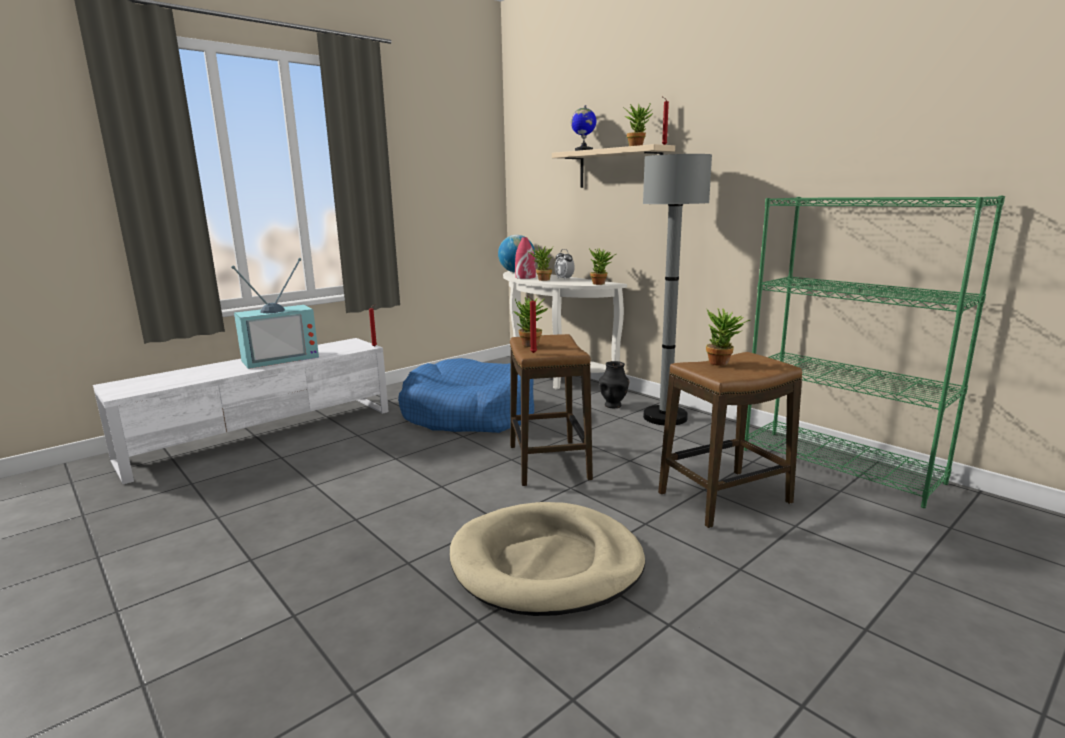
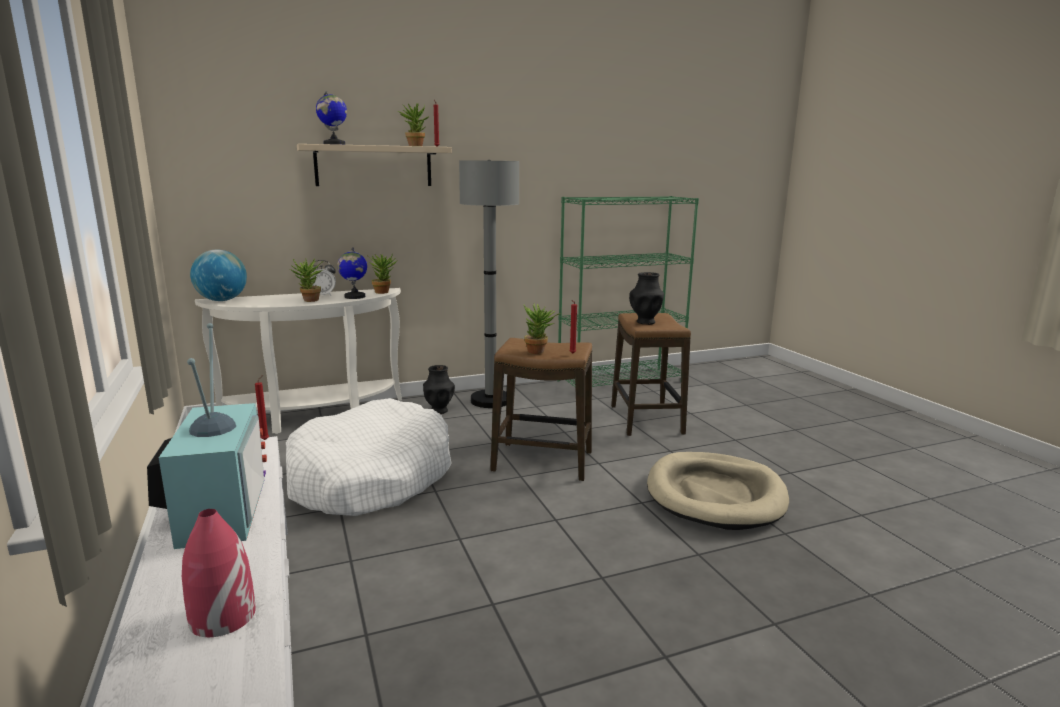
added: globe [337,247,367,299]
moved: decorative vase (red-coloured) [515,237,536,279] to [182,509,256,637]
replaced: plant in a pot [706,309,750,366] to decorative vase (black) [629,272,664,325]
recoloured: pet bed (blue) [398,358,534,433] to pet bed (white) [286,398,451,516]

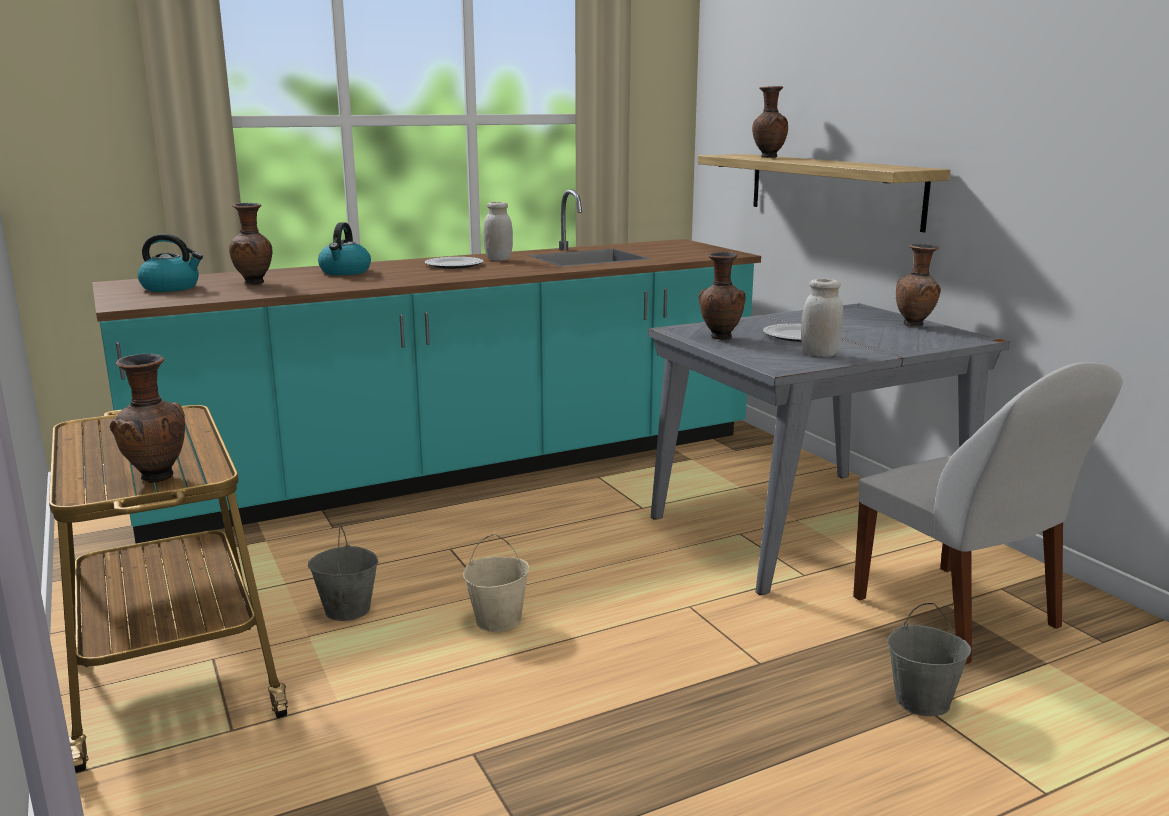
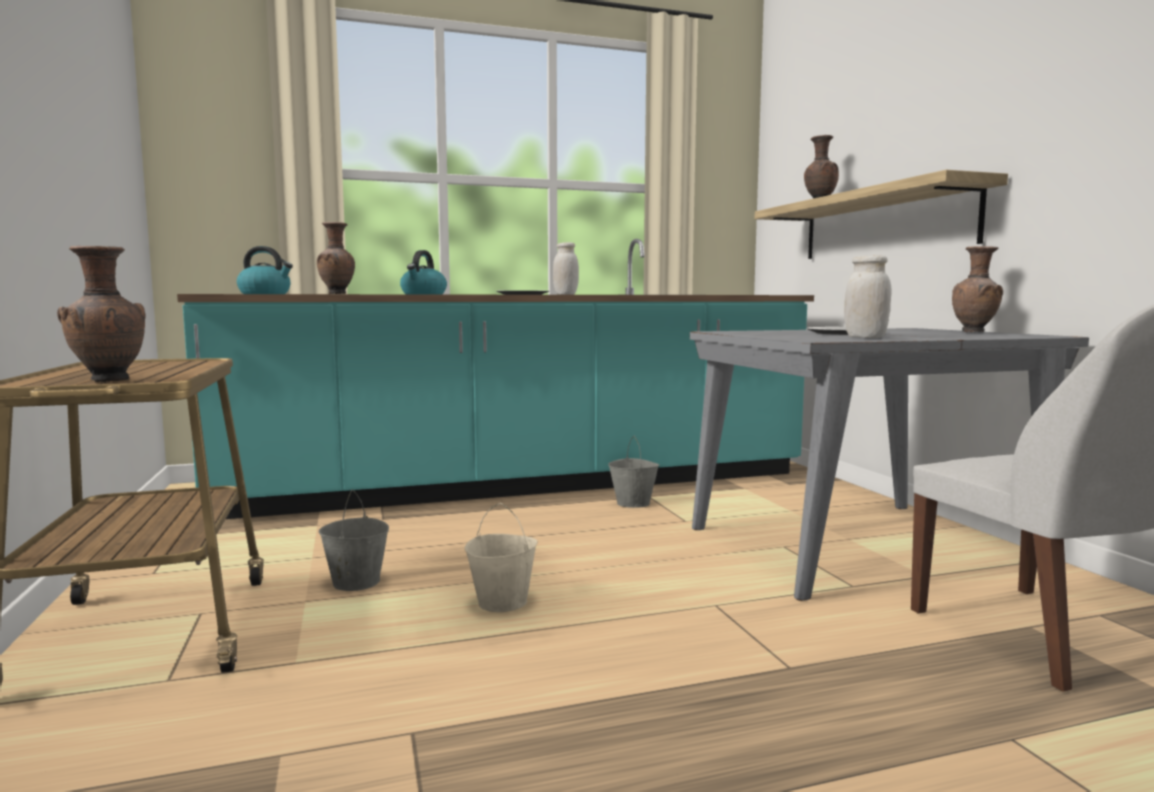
removed: decorative vase (brownish) [698,252,746,340]
moved: water bucket (grey) [888,603,971,716] to [608,436,660,508]

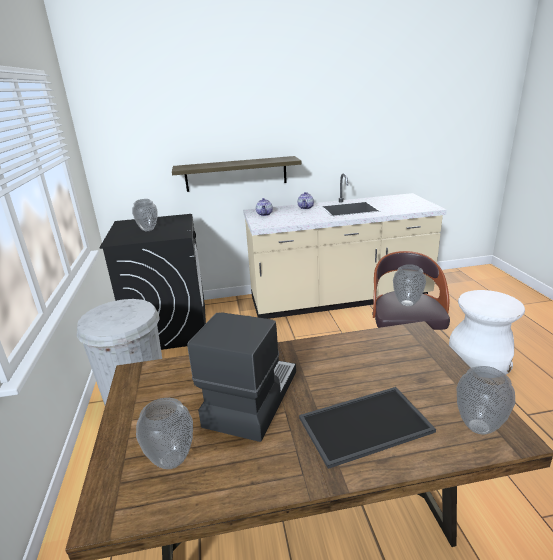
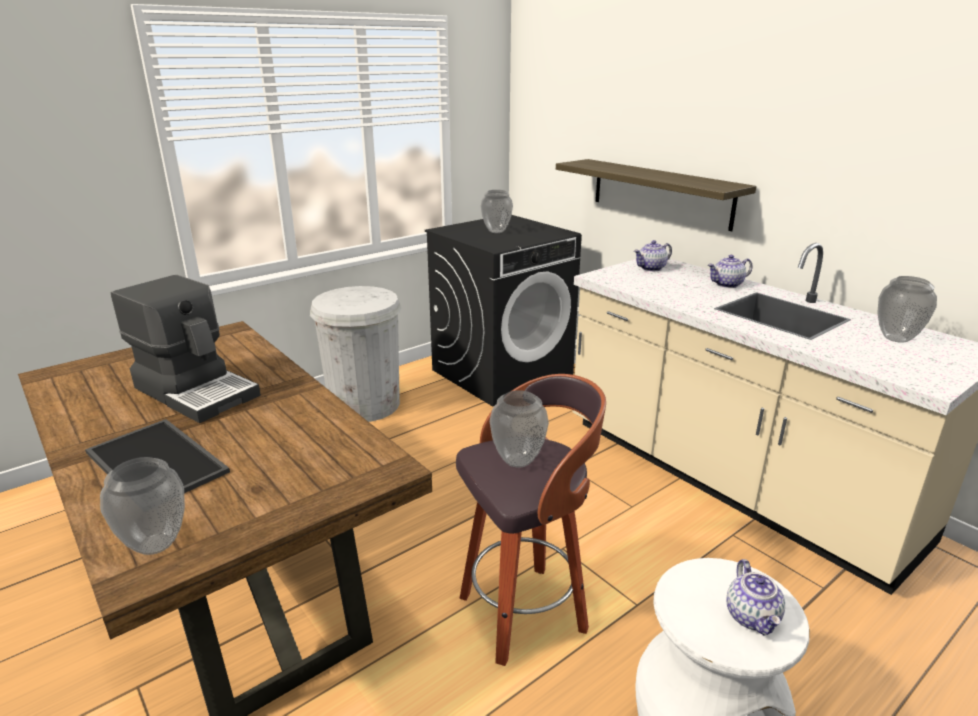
added: pot for tea [727,559,785,636]
moved: decorative vase [136,398,193,469] to [877,276,937,343]
turned: coffee machine [187,313,296,442] = [111,275,261,423] 45 degrees clockwise

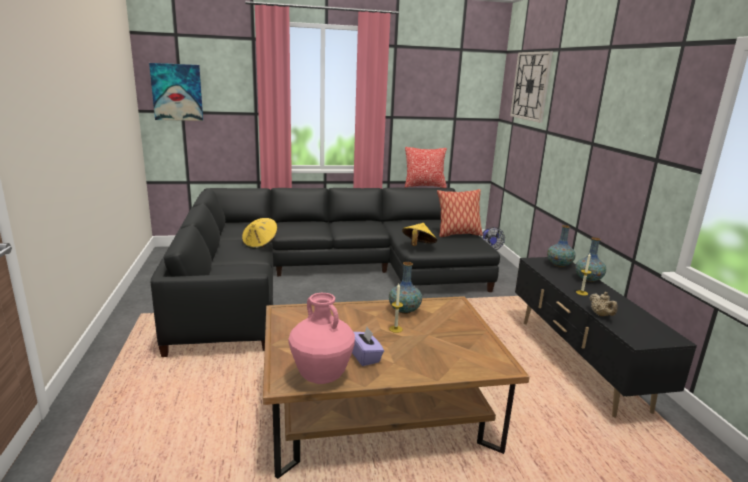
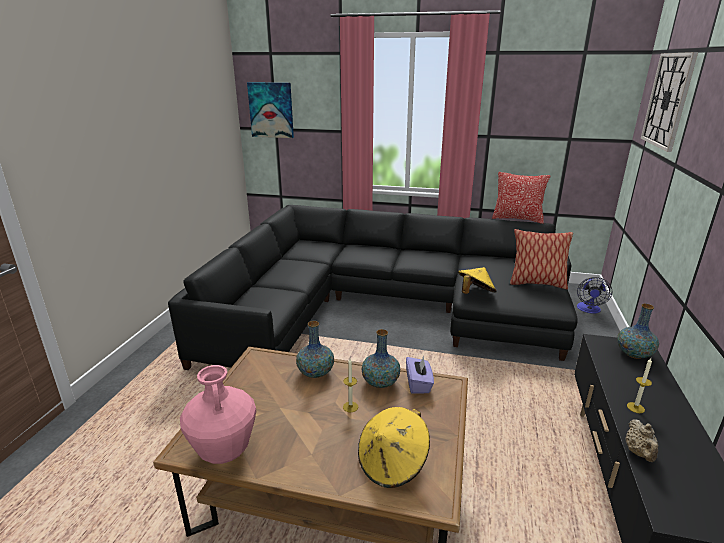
moved: hat (yellowish) [242,218,278,249] to [358,407,430,488]; tissue box (purple-coloured) [352,327,384,366] to [406,356,434,394]; decorative vase [575,237,606,282] to [296,321,334,378]

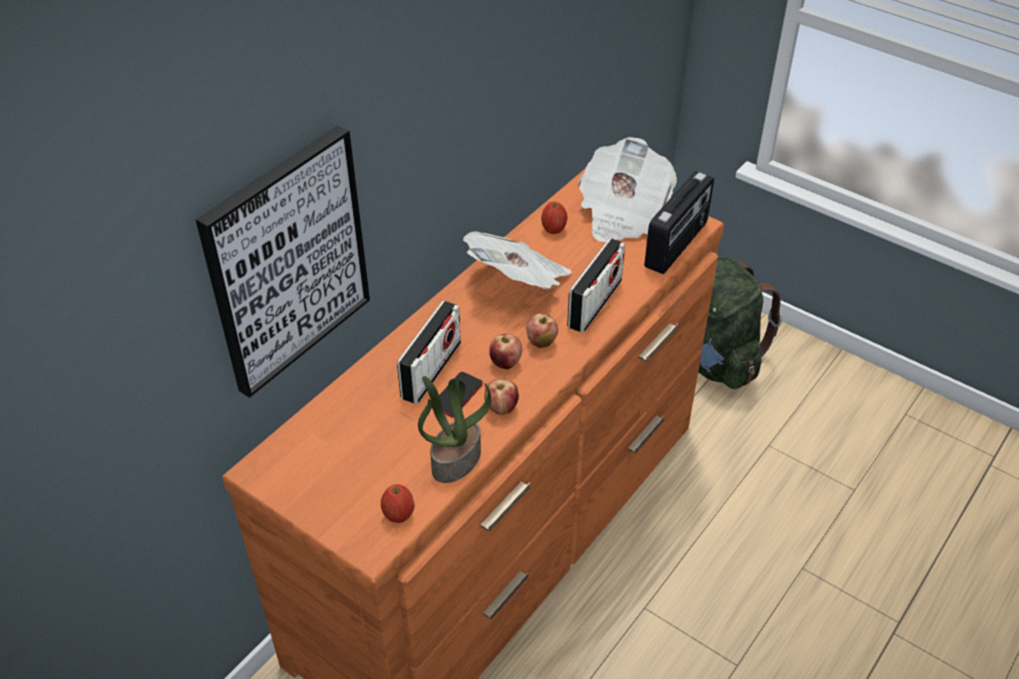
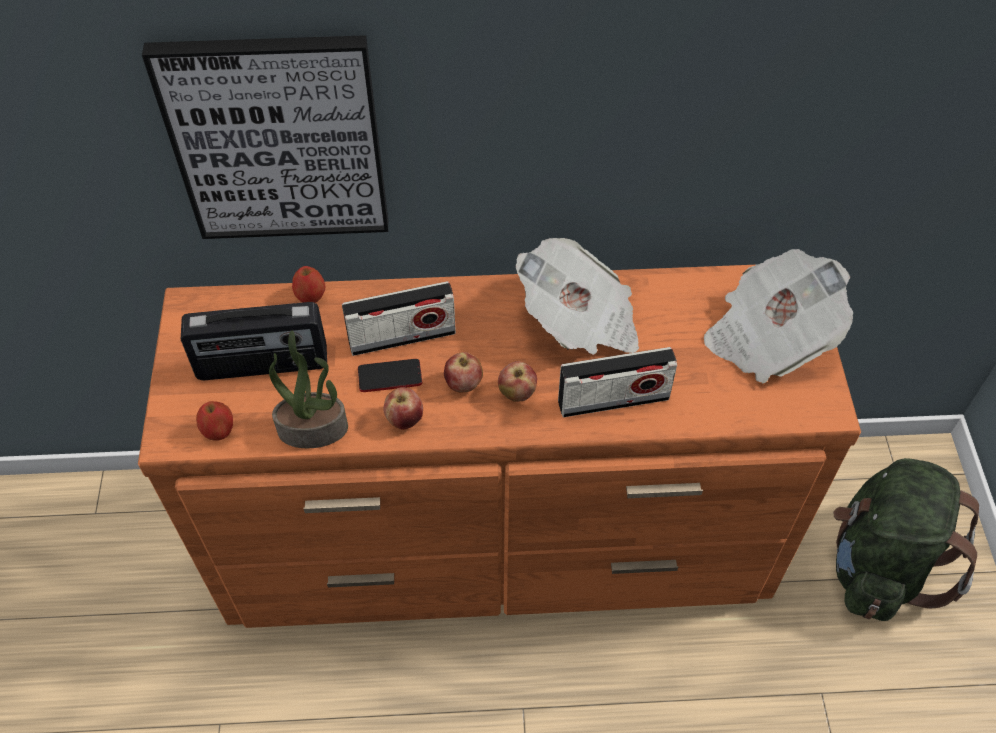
moved: whole apple [541,202,567,234] to [292,266,325,303]; radio [644,171,714,274] to [181,302,327,380]

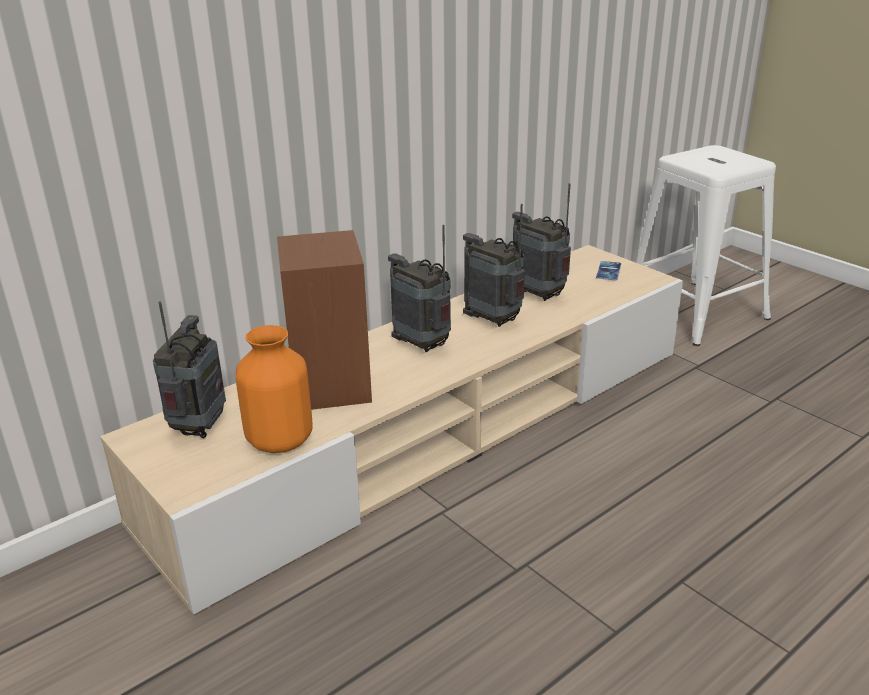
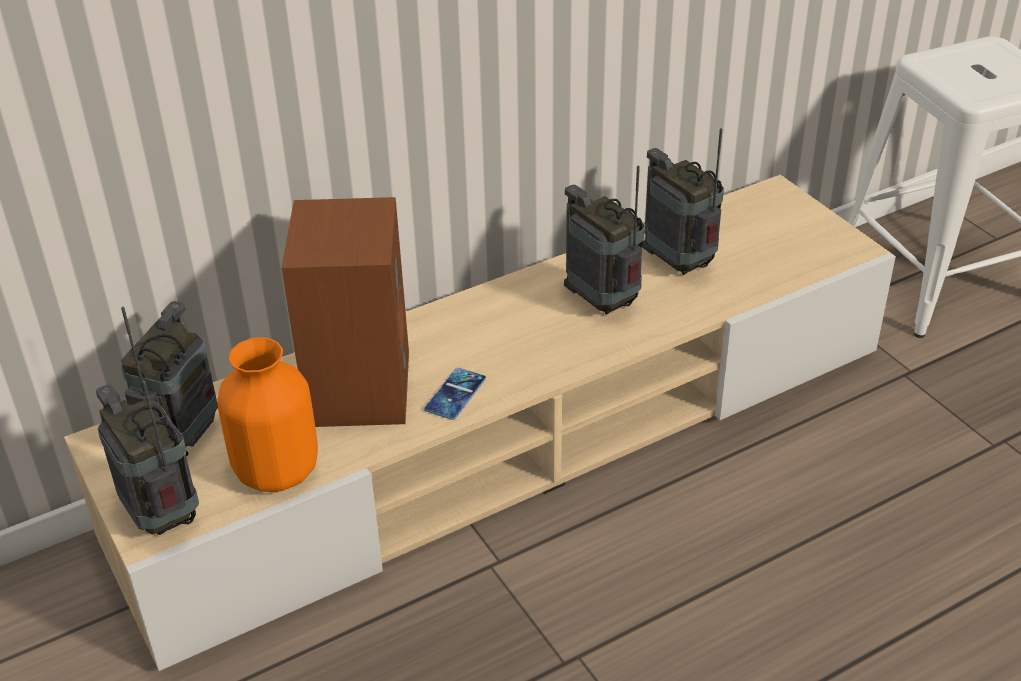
moved: radio [388,225,451,352] to [96,380,199,535]; phone [596,261,621,280] to [424,368,486,420]

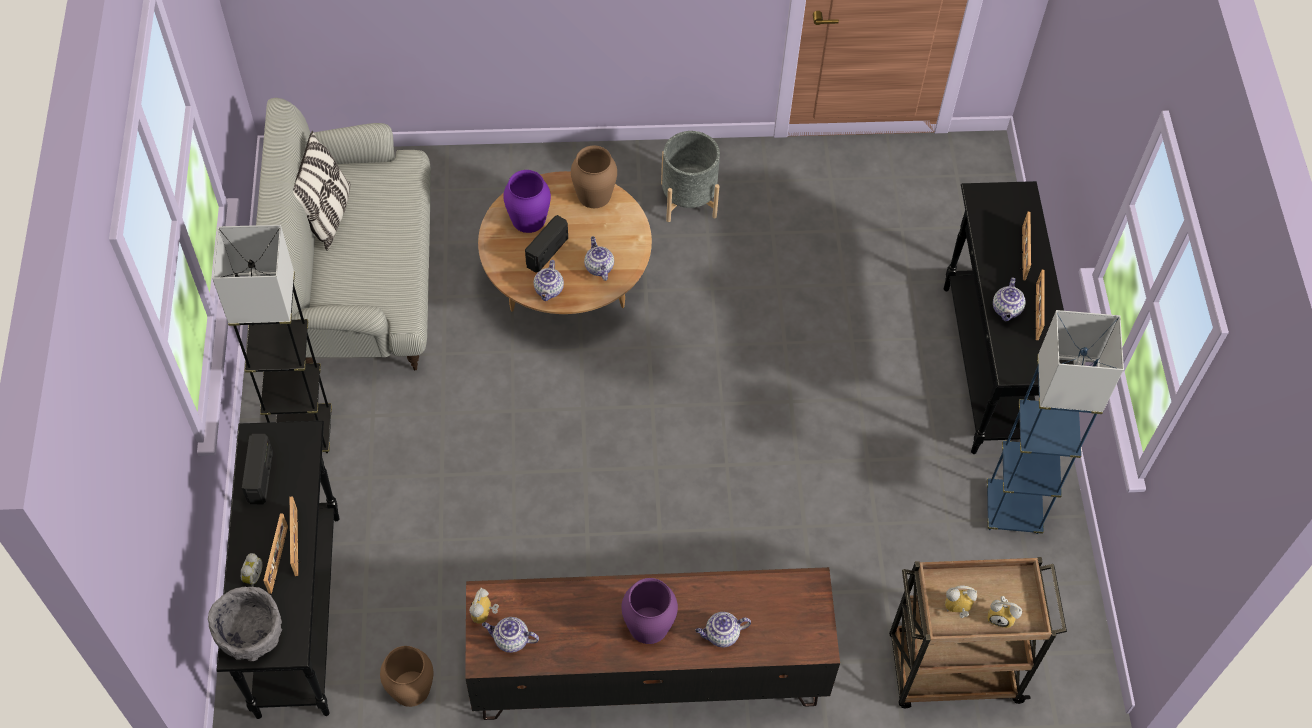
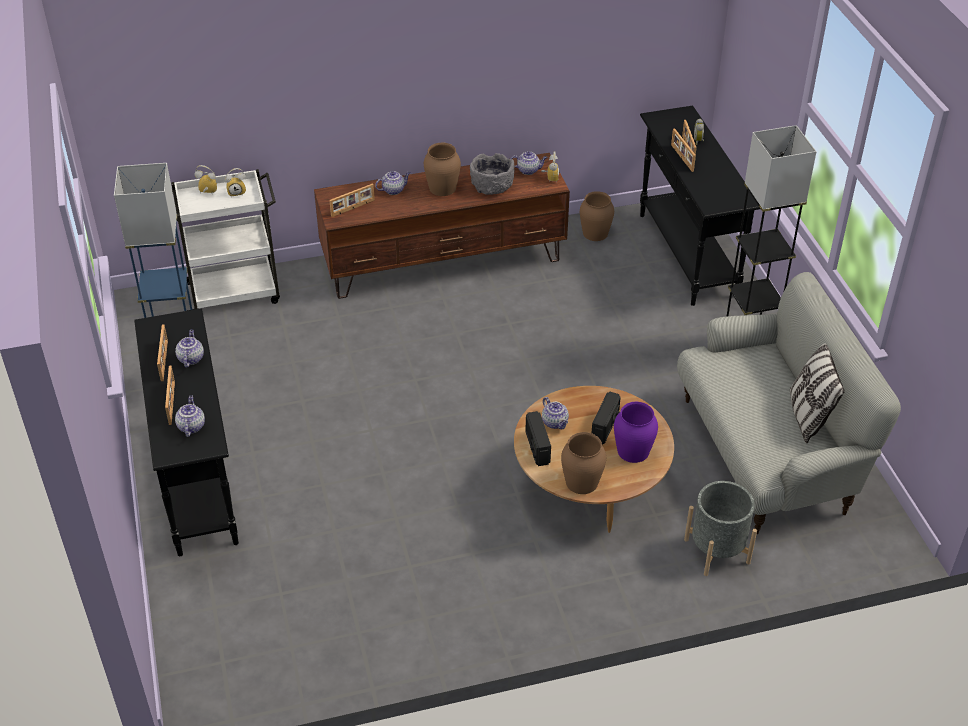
added: standing frame [329,183,375,217]
moved: bowl (grey) [208,587,282,661] to [470,153,514,195]; radio [242,434,273,504] to [525,411,551,466]; pot for tea [534,260,564,301] to [175,396,205,437]; planter (grey) [661,131,720,222] to [684,481,757,576]
recoloured: decorative vase (purple-coloured) [622,578,678,644] to decorative vase (brownish) [424,143,461,196]; cart (brownish) [889,557,1067,708] to cart (white) [171,169,280,311]

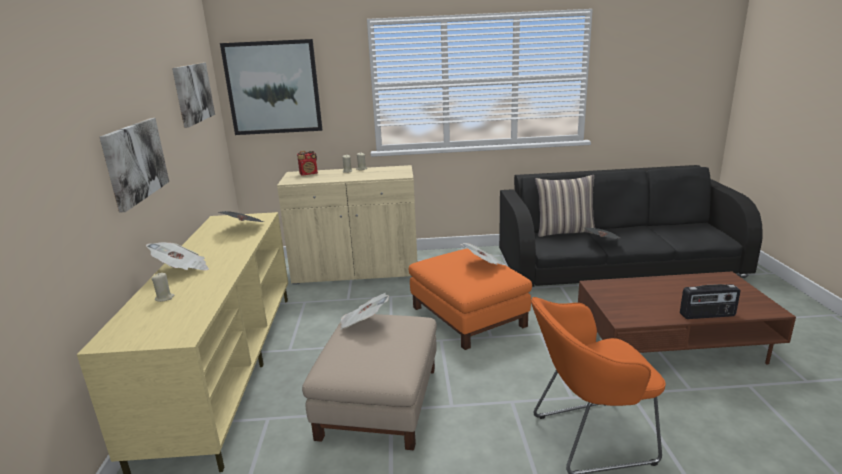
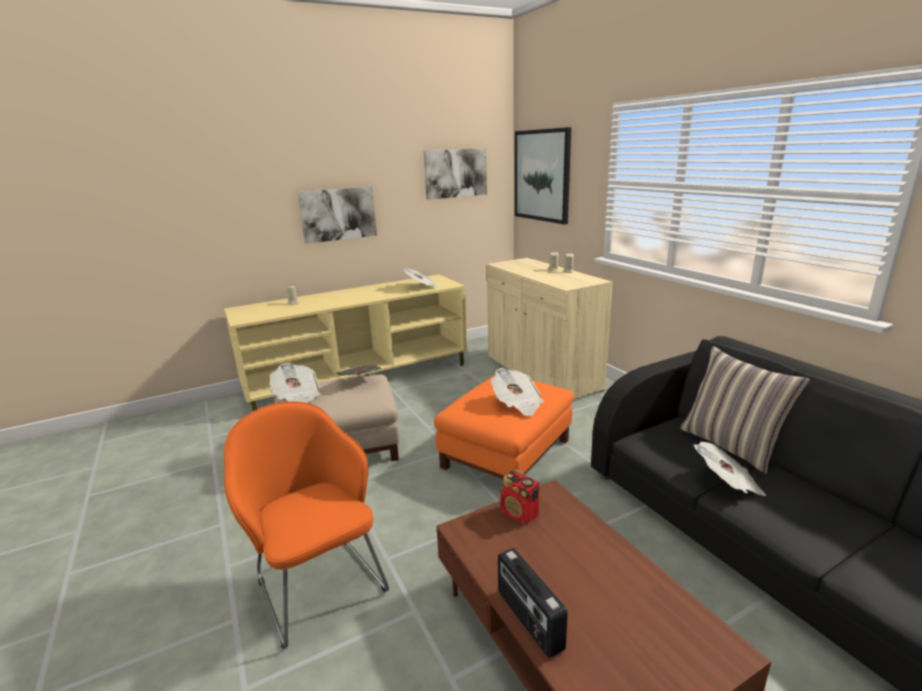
moved: newspaper [146,242,209,270] to [269,363,321,403]; radio [297,151,318,175] to [500,469,539,524]

